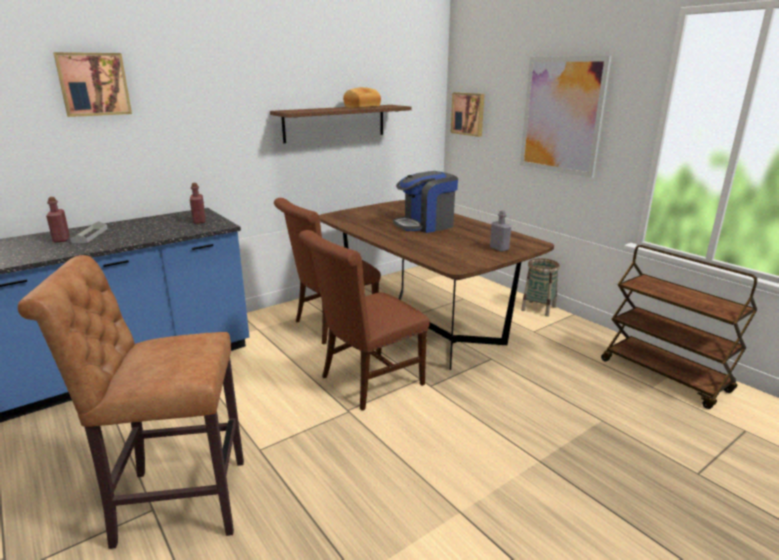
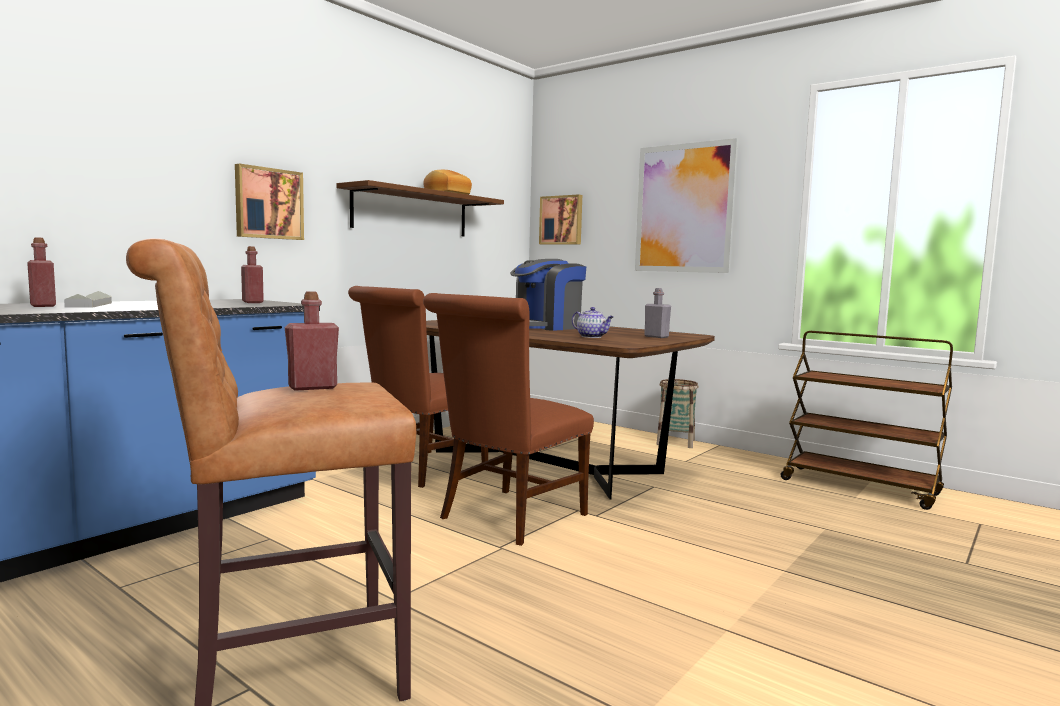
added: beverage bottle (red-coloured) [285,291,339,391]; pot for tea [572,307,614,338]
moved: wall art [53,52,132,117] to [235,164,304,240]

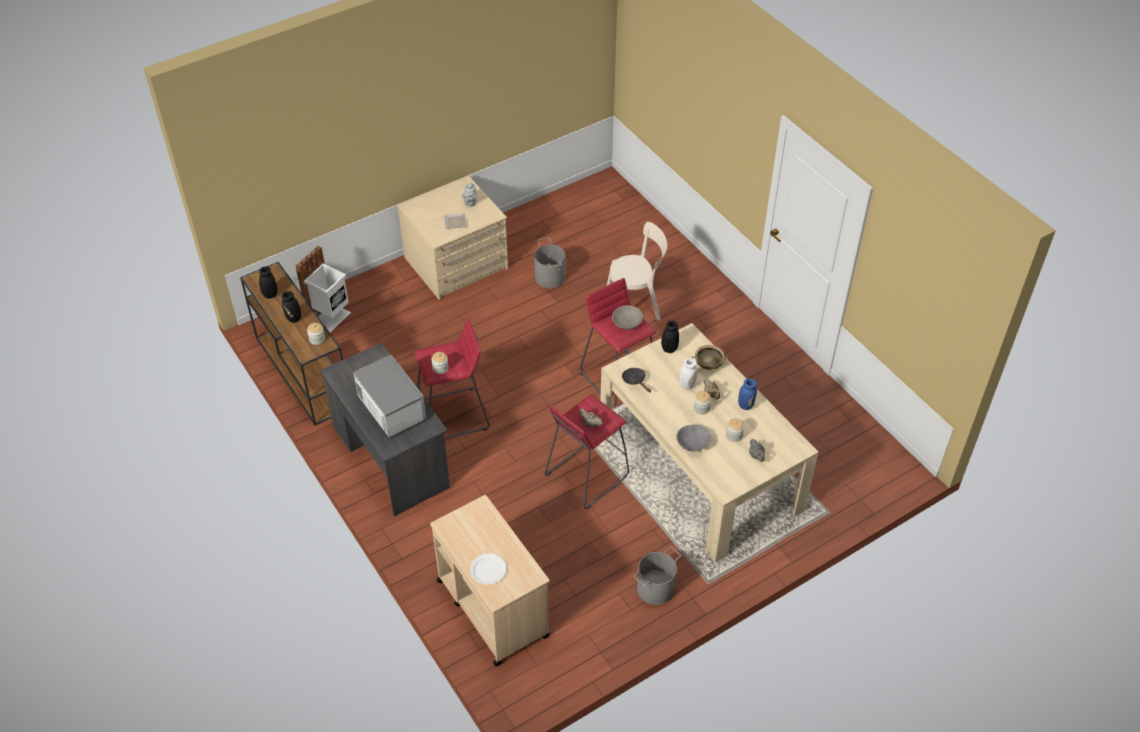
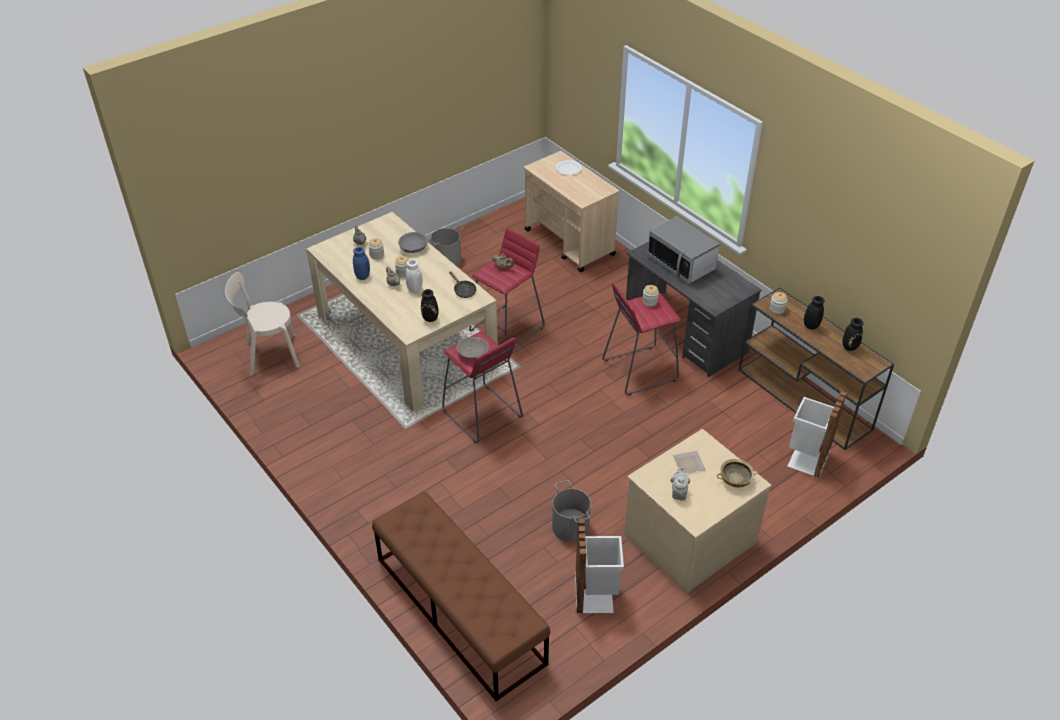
added: indoor bench (brownish) [372,492,550,702]; waste bin (white) [575,518,624,613]
moved: plain chair (beige-coloured) [607,222,667,321] to [225,272,300,376]; bowl (beige-coloured) [691,345,728,370] to [717,459,758,487]

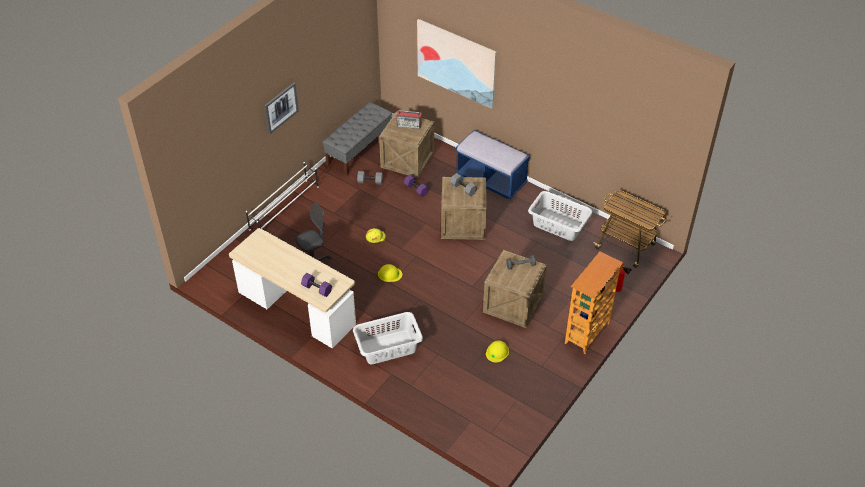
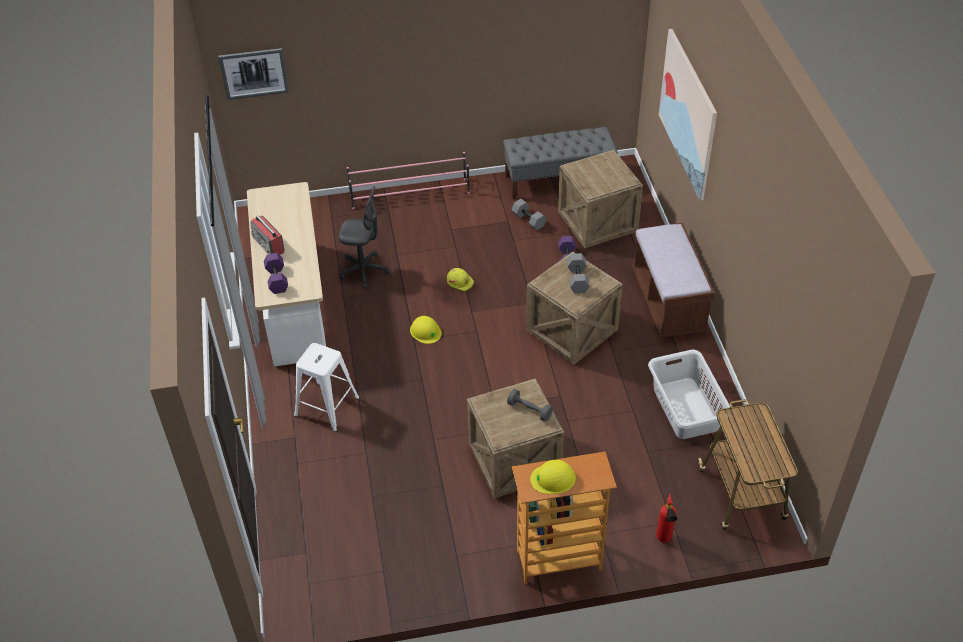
moved: wall art [264,83,299,134] to [218,48,289,100]; radio [396,110,422,129] to [250,215,285,255]; hard hat (yellowish) [486,340,509,362] to [530,460,576,494]
replaced: hamper (grey) [353,312,423,364] to stool seat (white) [294,343,360,432]
recoloured: shoe rack (white) [246,162,319,231] to shoe rack (pinkish) [347,152,470,209]; indoor bench (blue) [455,130,530,199] to indoor bench (brownish) [632,223,714,338]

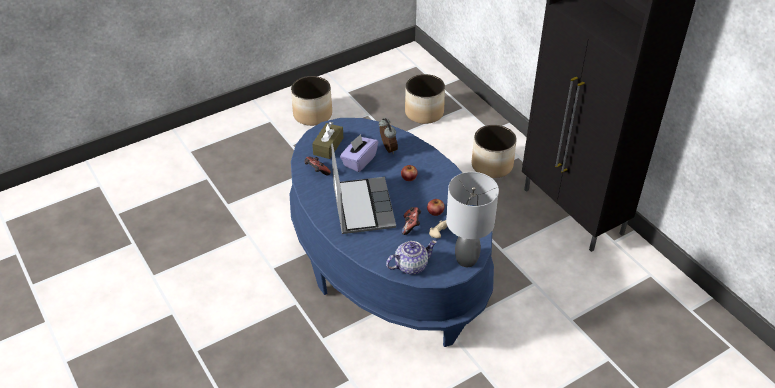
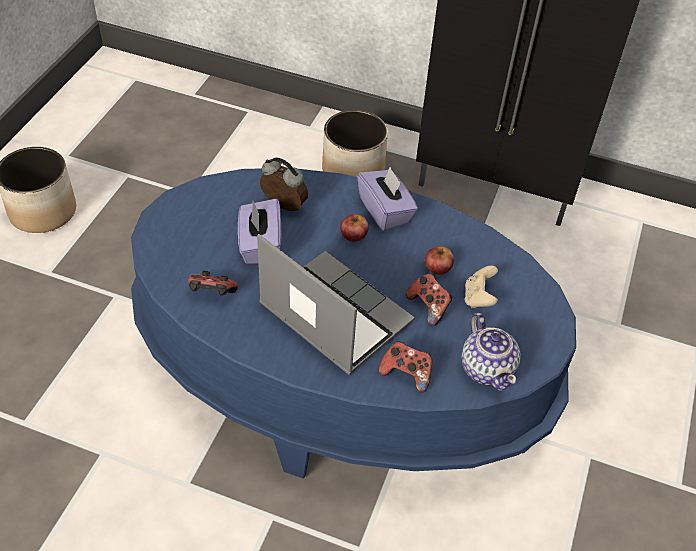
removed: tissue box (brownish) [312,122,343,159]; planter [405,74,445,124]; lamp for a table (grey) [446,172,499,267]
added: tissue box (purple-coloured) [357,167,418,231]; joypad [379,341,432,392]
turned: pot for tea [386,240,437,274] = [461,313,521,391] 135 degrees clockwise

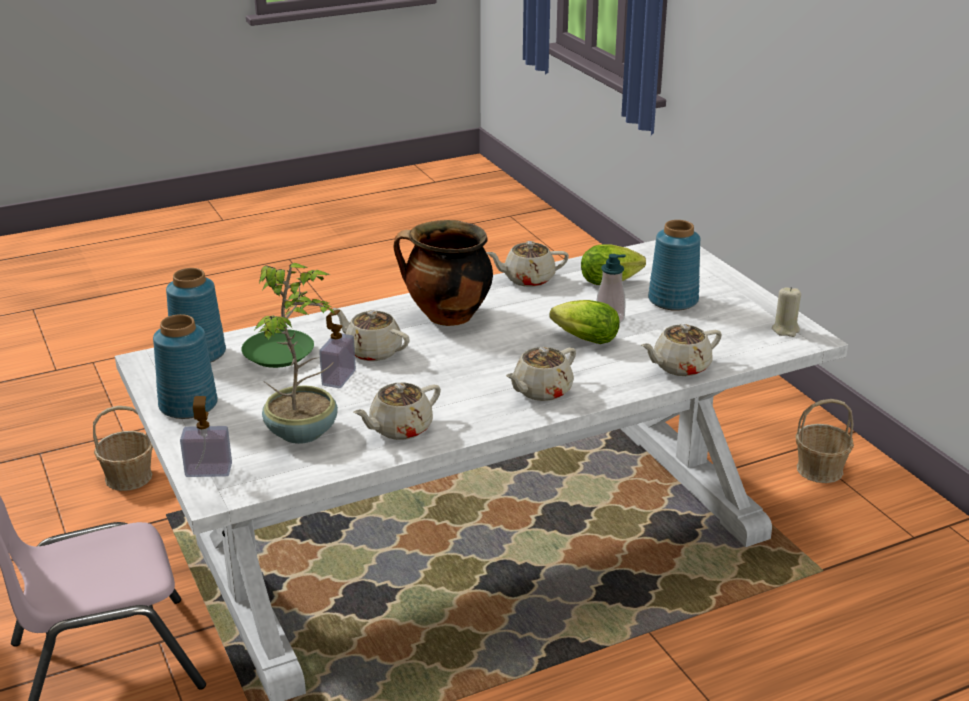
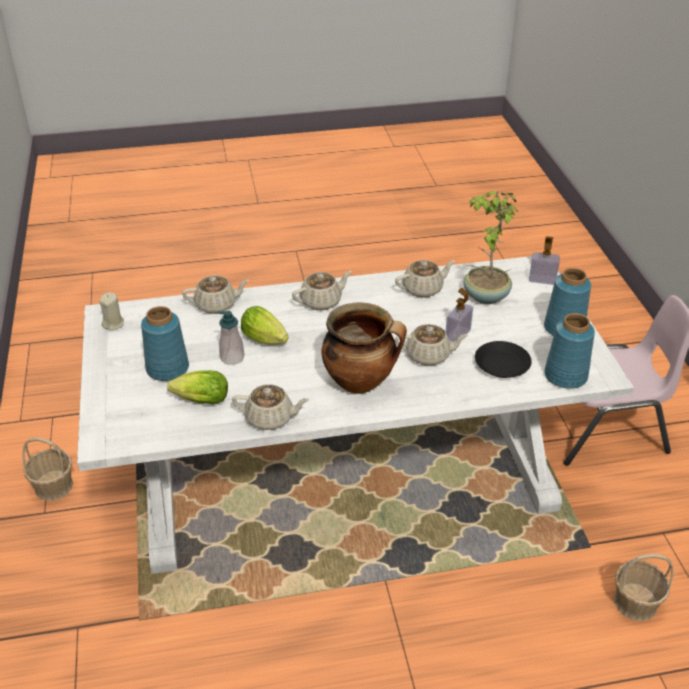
recoloured: dinner plate (greenish) [241,329,314,368] to dinner plate (black) [475,341,532,378]
turned: pot for tea (beige-coloured) [333,308,410,361] = [395,324,468,366] 45 degrees counterclockwise

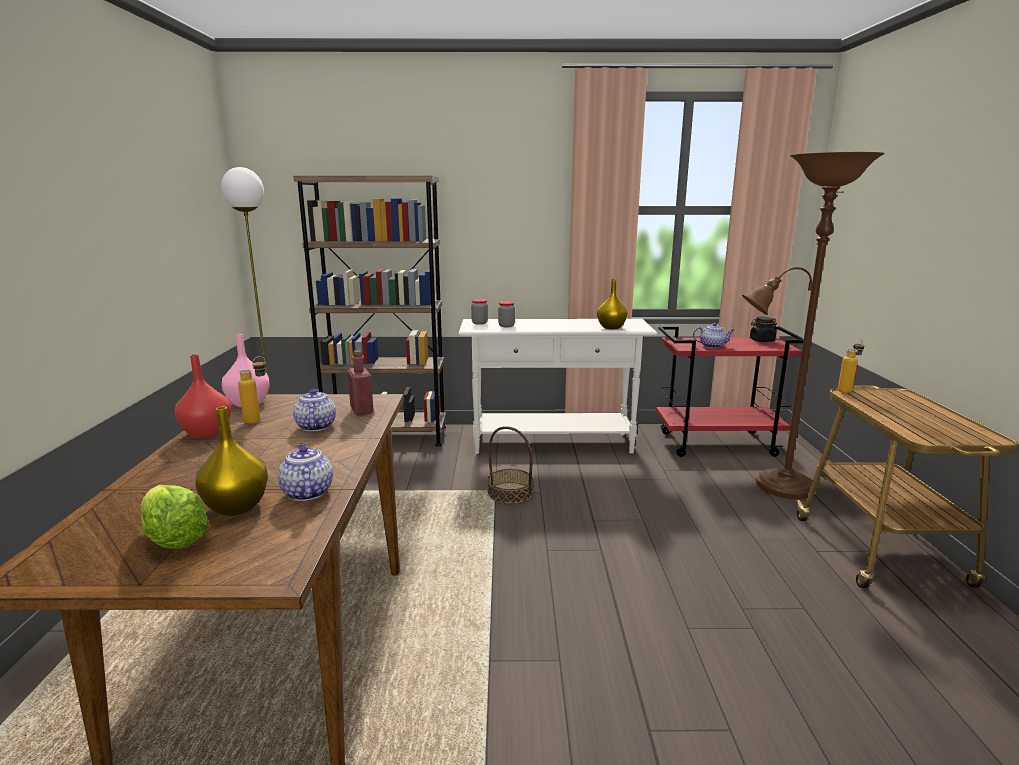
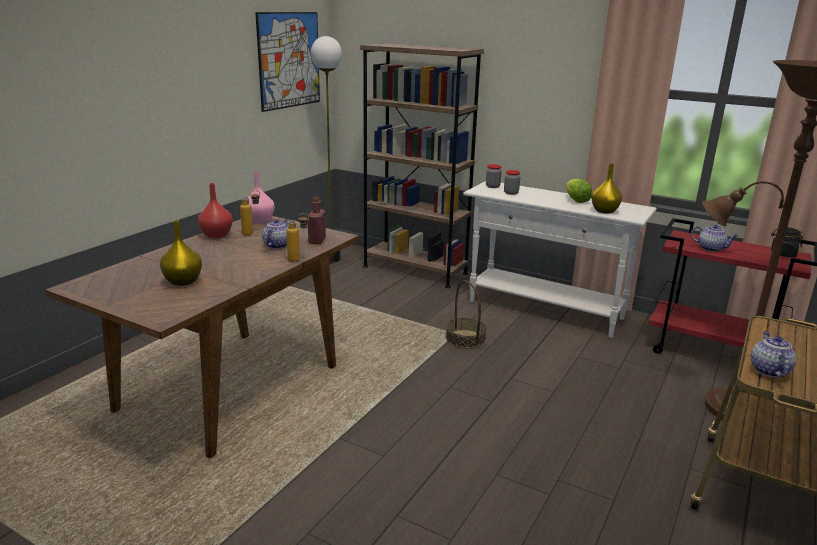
added: wall art [255,12,320,112]
moved: lettuce head [141,485,210,549] to [566,179,592,203]; pot for tea [278,443,333,501] to [751,331,797,377]; beverage bottle [838,339,864,393] to [286,213,309,262]

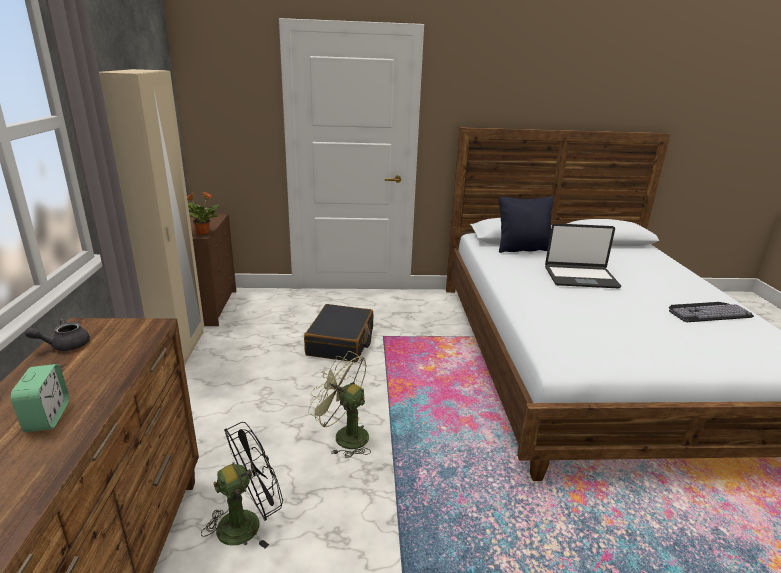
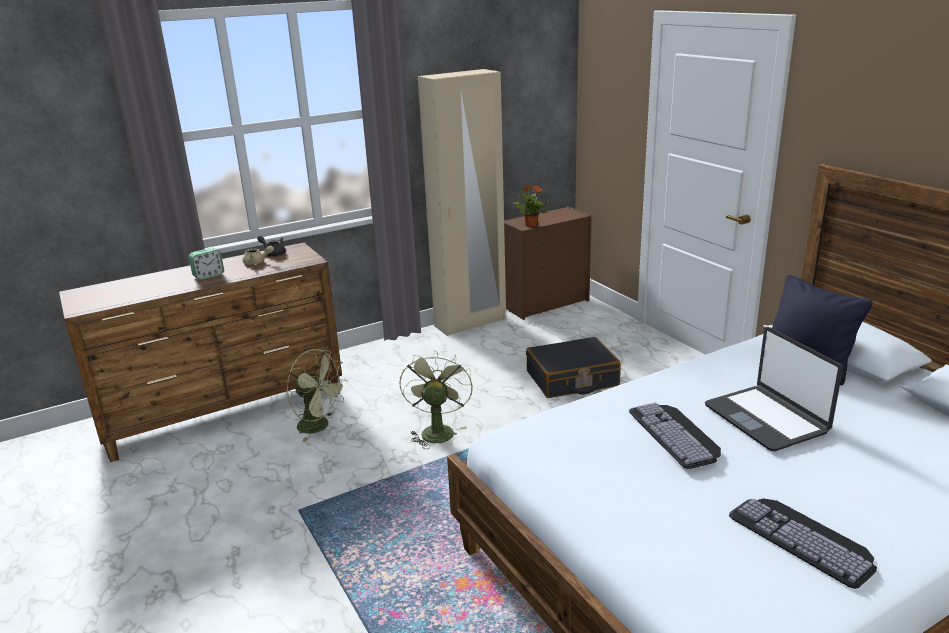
added: pot for tea (beige-coloured) [242,246,274,265]; keyboard [629,403,721,469]
recoloured: fan (black) [201,422,283,549] to fan (greenish) [287,349,348,442]

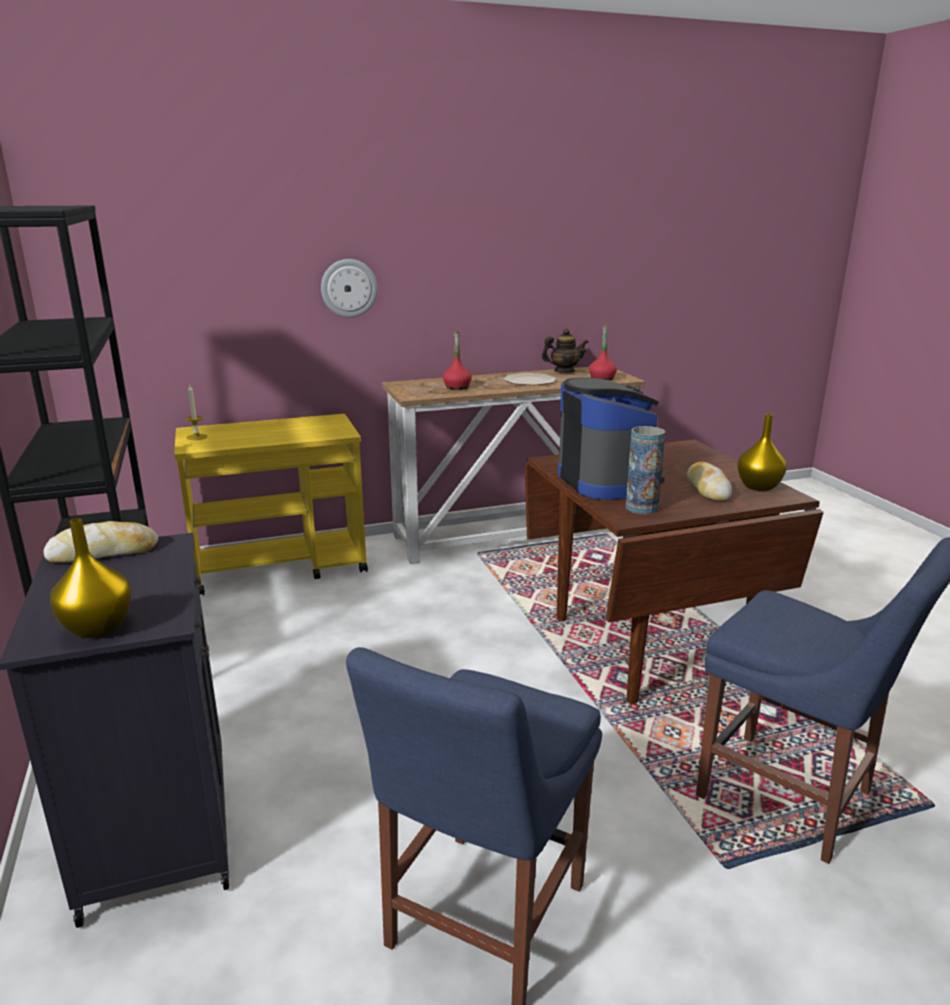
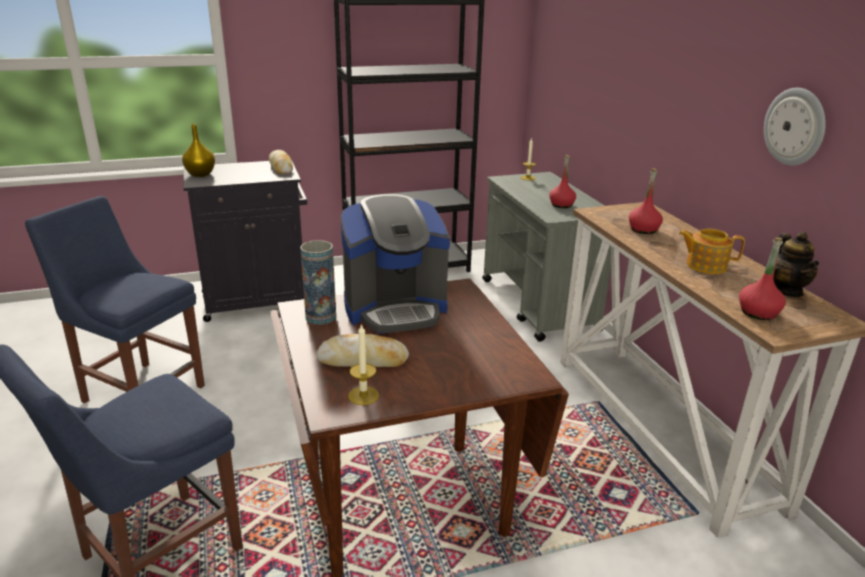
added: beverage bottle (red-coloured) [549,155,576,208]
moved: clock on the wall [321,259,378,317] to [764,88,826,166]
replaced: dinner plate [504,373,556,385] to pot for tea [679,229,745,274]; decorative vase (yellowish) [737,414,787,491] to wax light [348,323,379,405]
recoloured: cart (yellowish) [174,414,368,596] to cart (grey) [482,172,611,342]

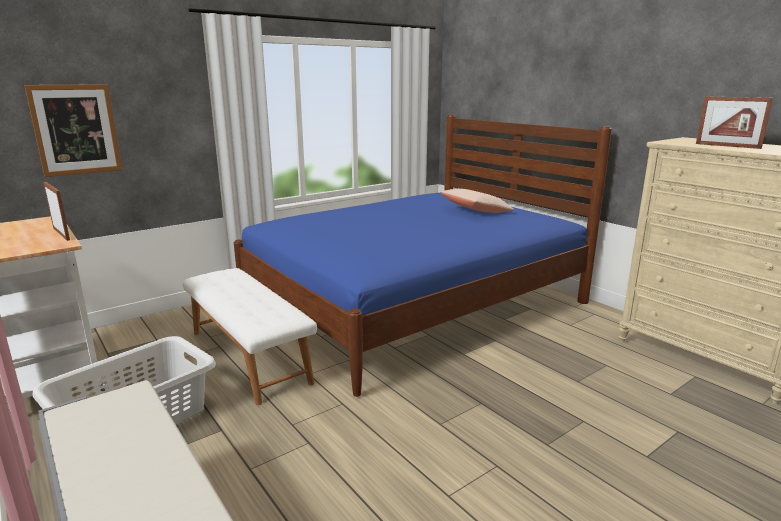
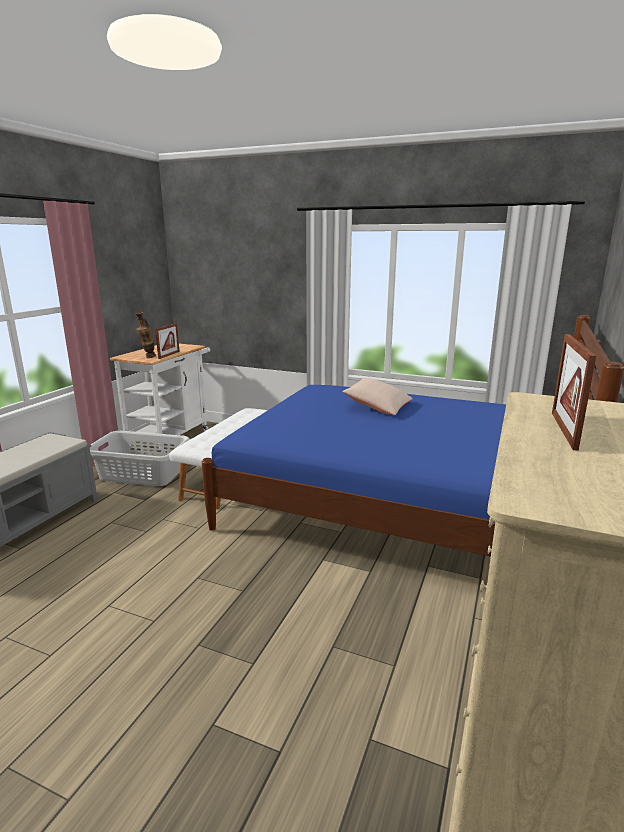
removed: wall art [24,84,122,177]
added: decorative vase [135,312,156,358]
moved: pillow (beige-coloured) [440,189,514,213] to [343,378,413,415]

